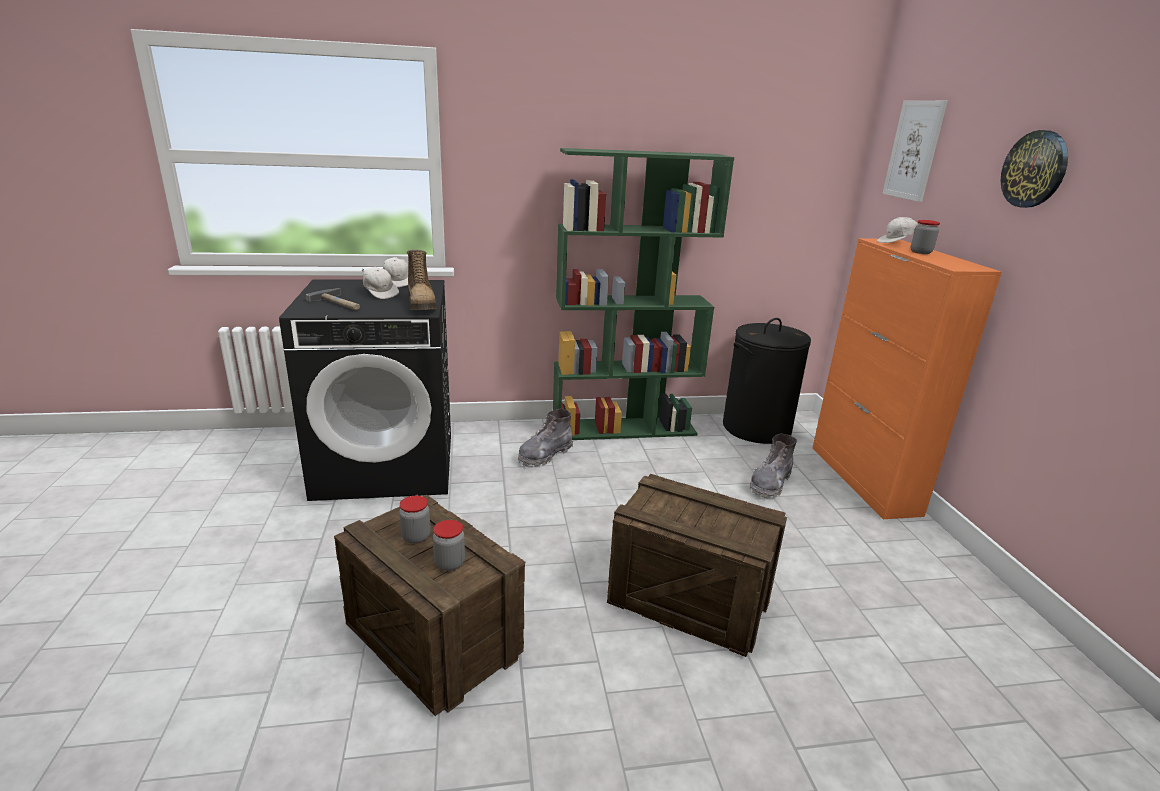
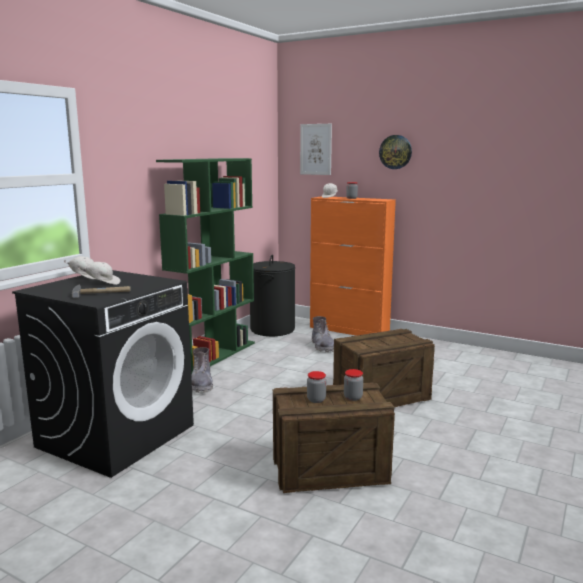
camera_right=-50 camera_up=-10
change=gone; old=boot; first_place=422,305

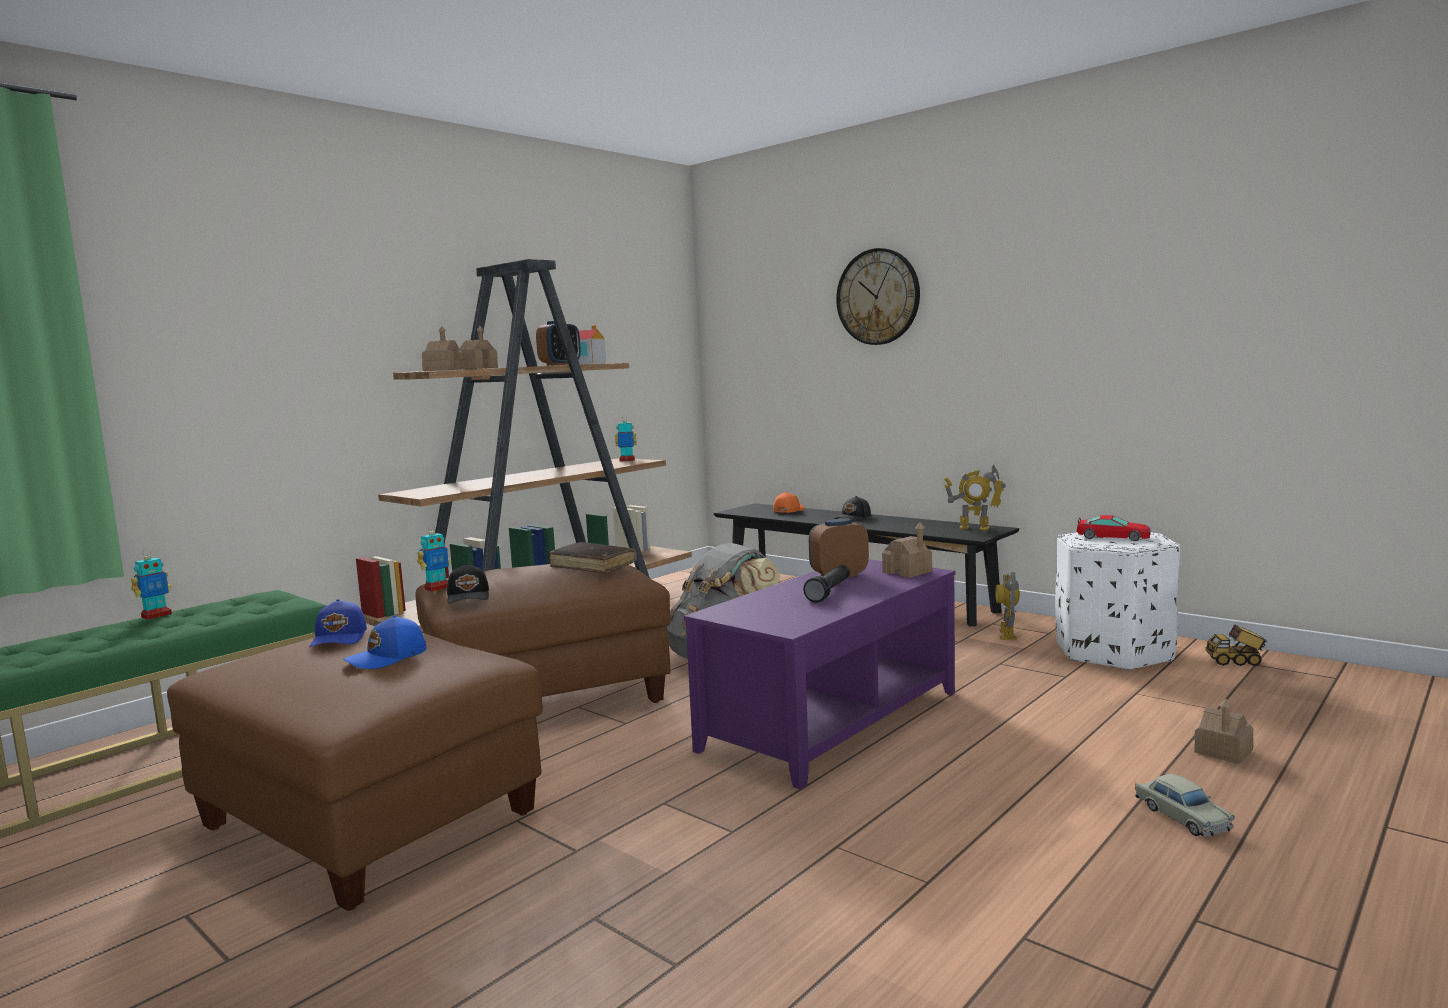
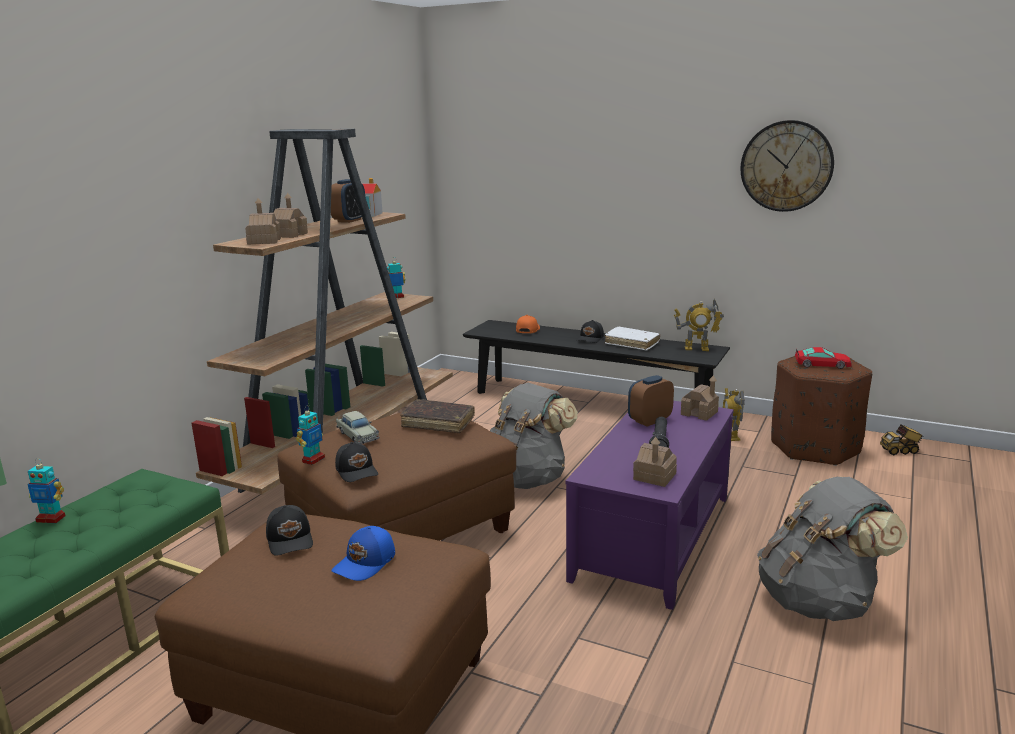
camera_right=-15 camera_up=10
change=shifted; old=wall clock; first_place=878,297; second_place=786,166
change=repainted; old=ottoman/white; new=ottoman/brown; first_place=1113,652; second_place=814,447
change=rotated; old=toy robot; first_place=156,615; second_place=51,518; degrees=75
change=repainted; old=cap/blue; new=cap/black; first_place=340,638; second_place=291,539
change=shifted; old=toy house; first_place=1223,751; second_place=654,477
change=shifted; old=toy car/beige; first_place=1182,816; second_place=357,435
change=new; new=book/white; second_place=632,343
change=new; new=backpack/grey; second_place=819,601

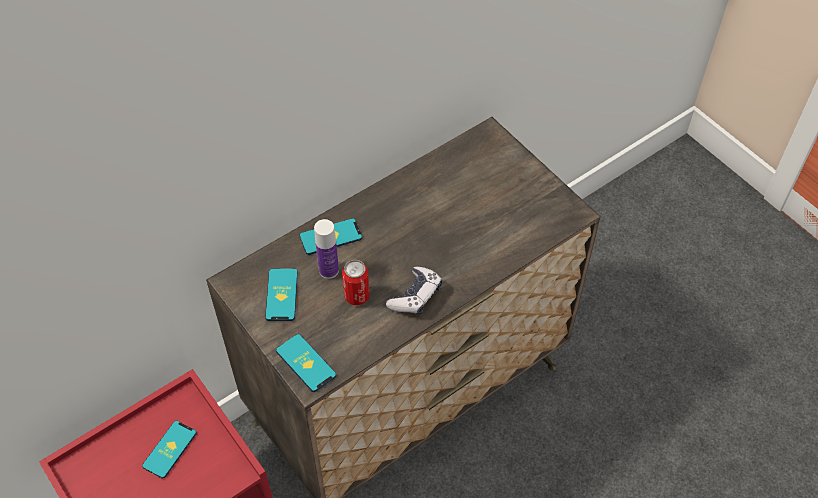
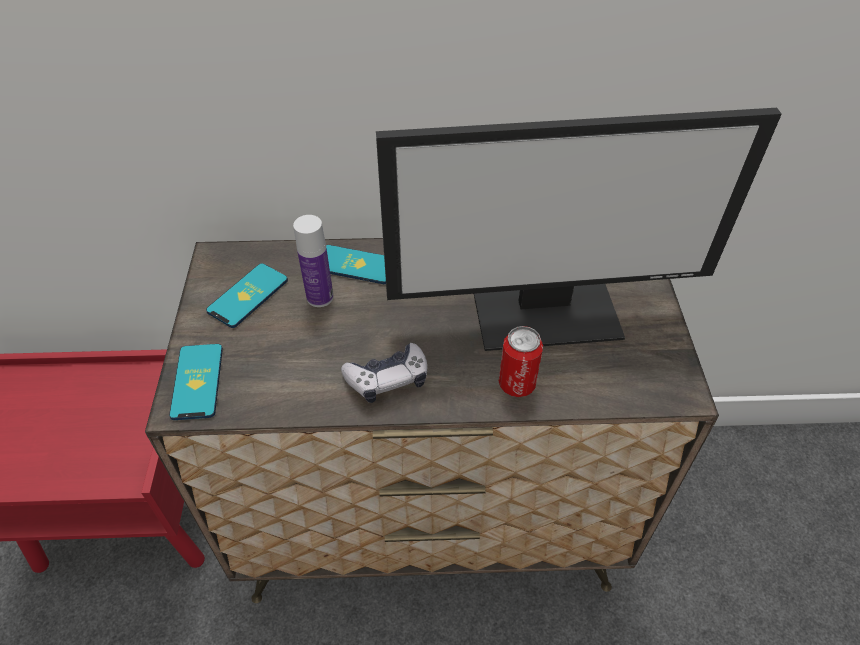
camera_right=35 camera_up=-5
change=shifted; old=can; first_place=356,296; second_place=516,384
change=gone; old=phone; first_place=170,449
change=new; new=monitor; second_place=547,310

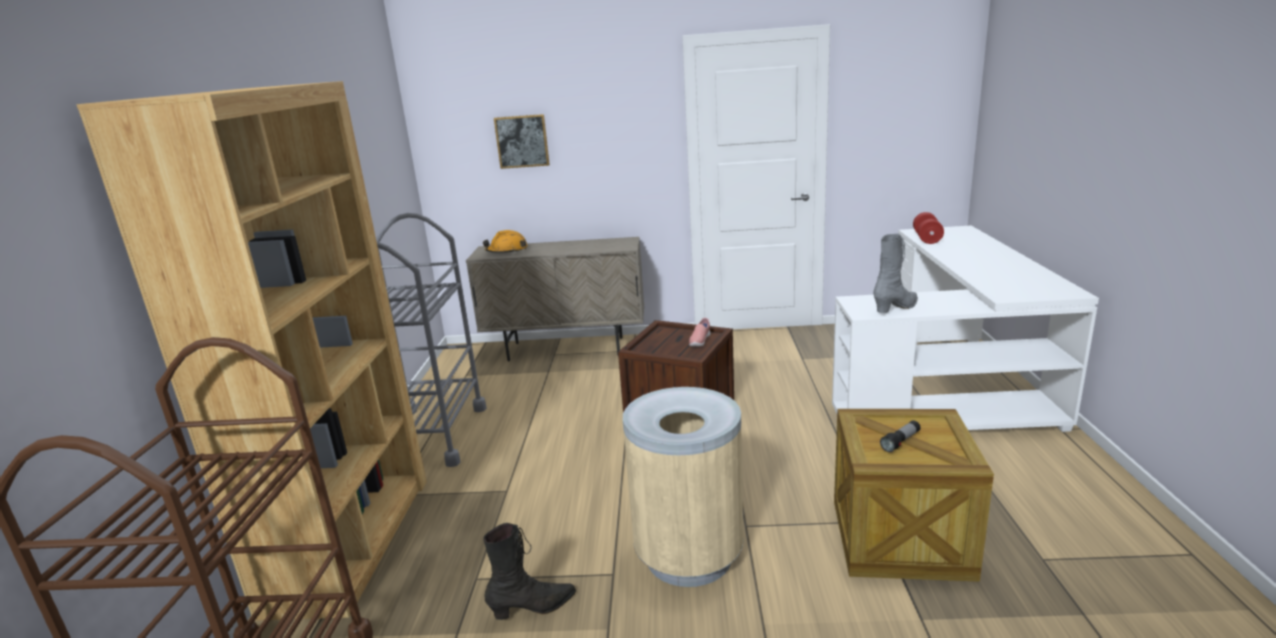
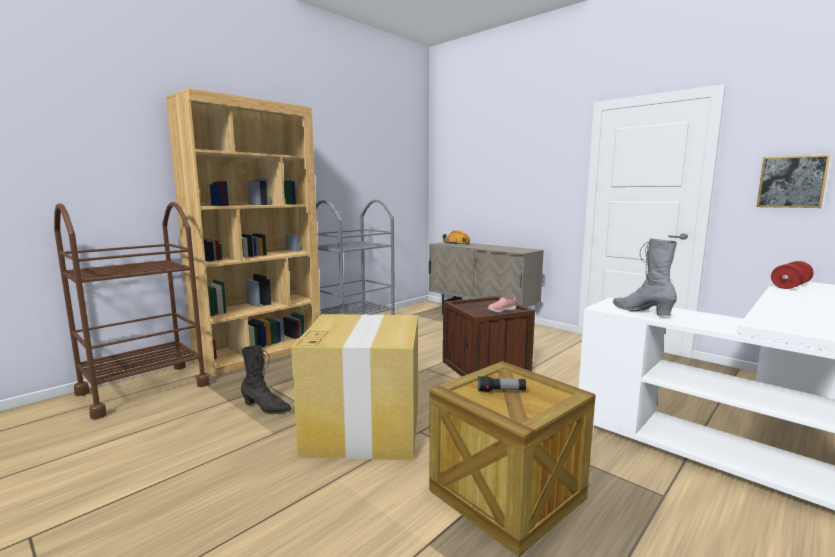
camera_right=40 camera_up=-10
change=shifted; old=picture; first_place=522,141; second_place=791,182
change=rotated; old=boot/grey; first_place=896,308; second_place=641,312; degrees=-120
change=swapped; old=trash can/beige; new=cardboard box; first_place=689,556; second_place=364,427

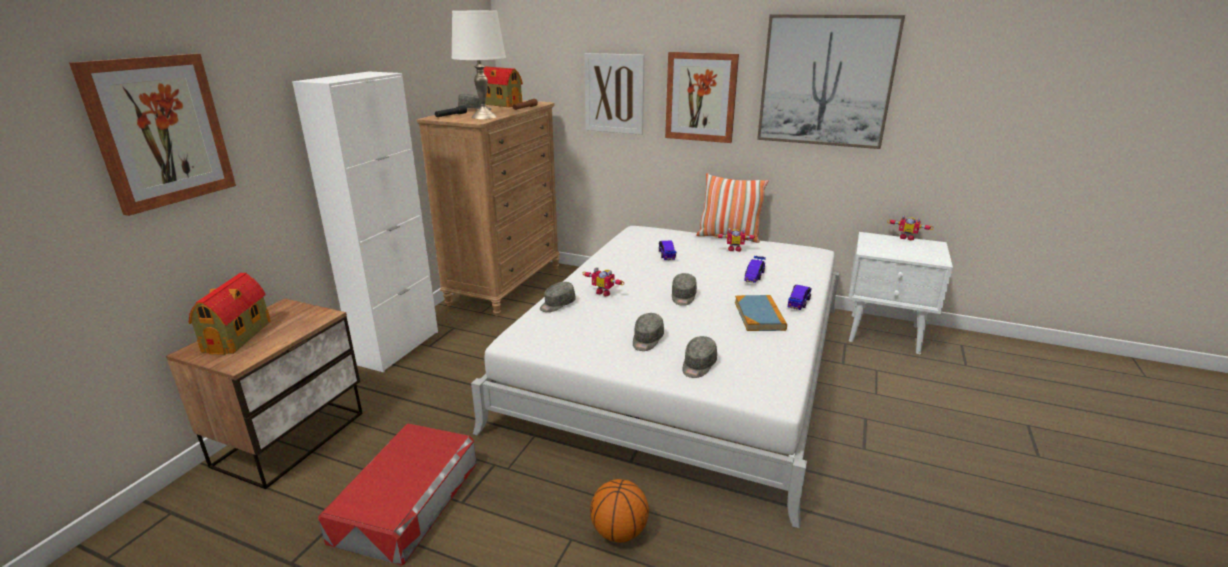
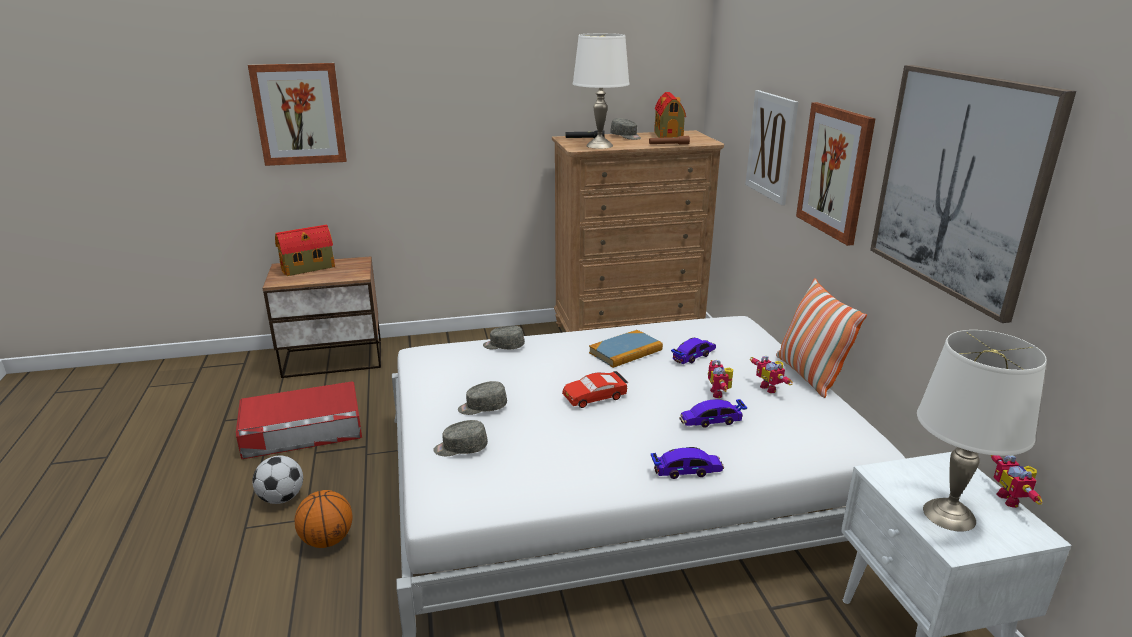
camera_right=55 camera_up=0
change=gone; old=cabinet/white; first_place=397,347
change=shifted; old=toy robot; first_place=604,292; second_place=719,393
change=swapped; old=cap/grey; new=toy car/red; first_place=683,297; second_place=595,396
change=shifted; old=book; first_place=759,315; second_place=625,351
change=new; new=table lamp/white; second_place=948,515
change=new; new=football; second_place=282,498

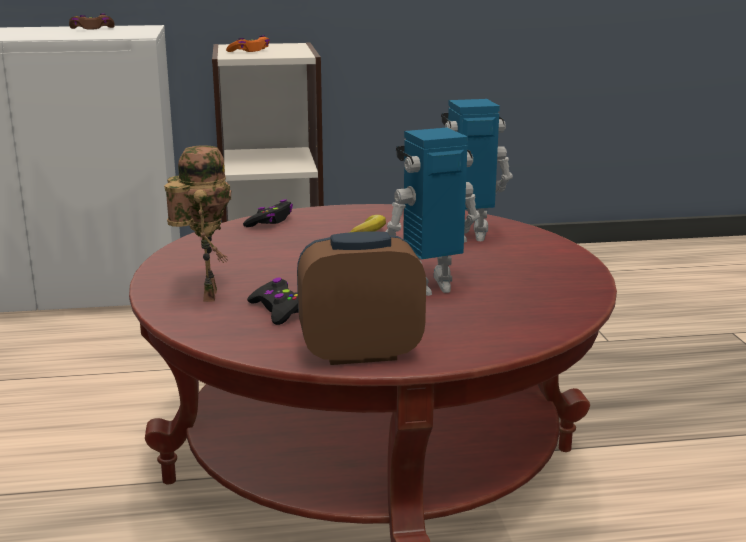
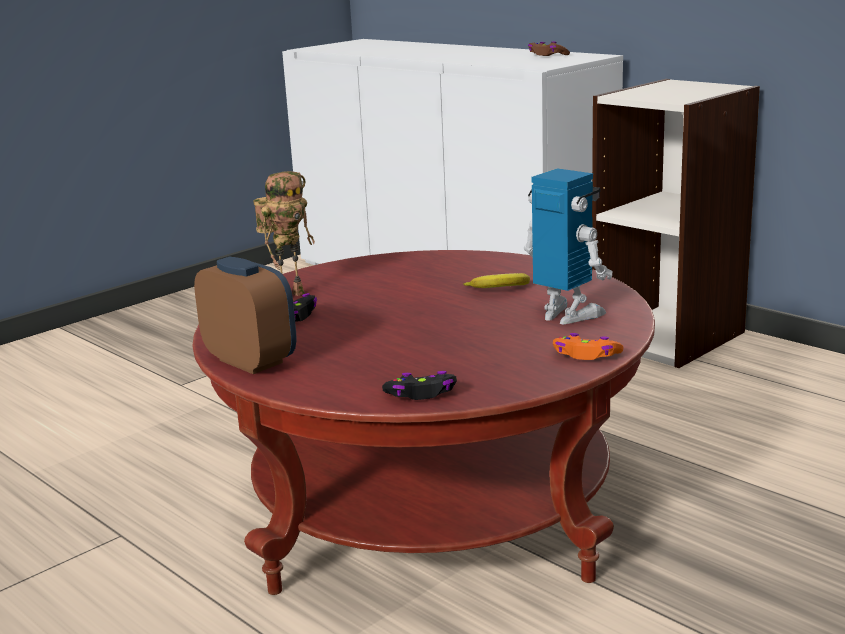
camera_right=55 camera_up=0
change=shifted; old=game controller/orange; first_place=250,51; second_place=586,355
change=gone; old=toy robot; first_place=428,285
change=shifted; old=game controller/black; first_place=270,221; second_place=421,394

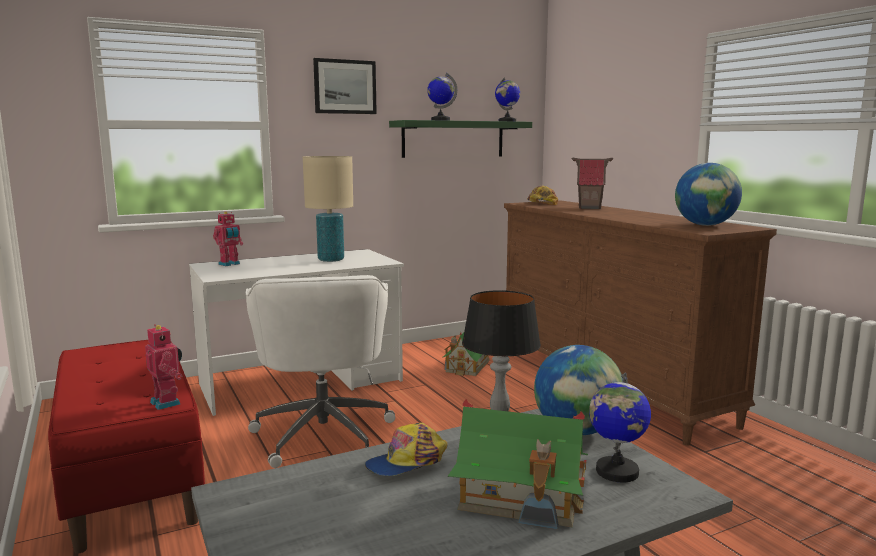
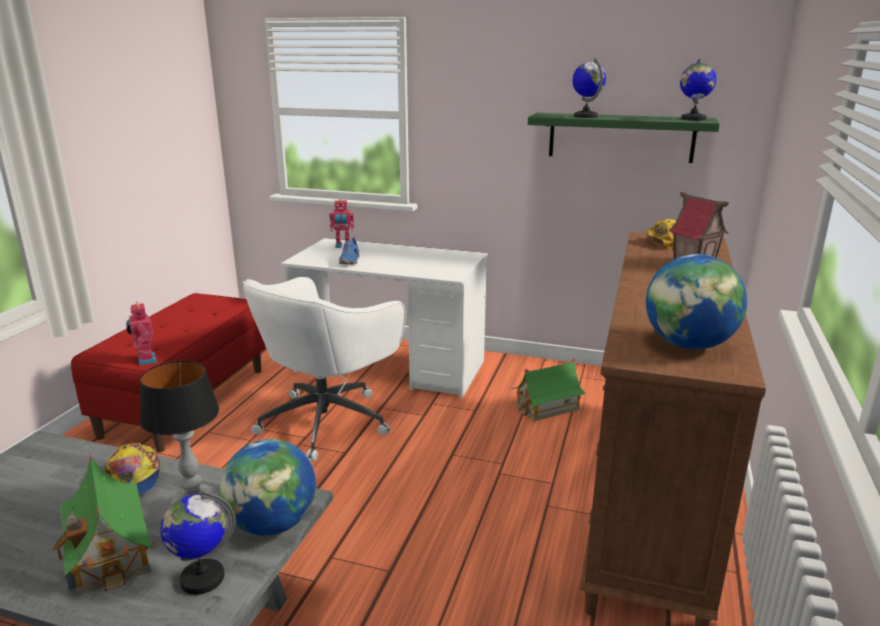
camera_right=45 camera_up=10
change=gone; old=picture; first_place=345,87
change=gone; old=table lamp/beige; first_place=330,260
change=rotated; old=toy robot; first_place=167,402; second_place=145,360; degrees=150
change=rotated; old=cap; first_place=407,463; second_place=133,479; degrees=-120
change=new; new=shoe/blue; second_place=350,261

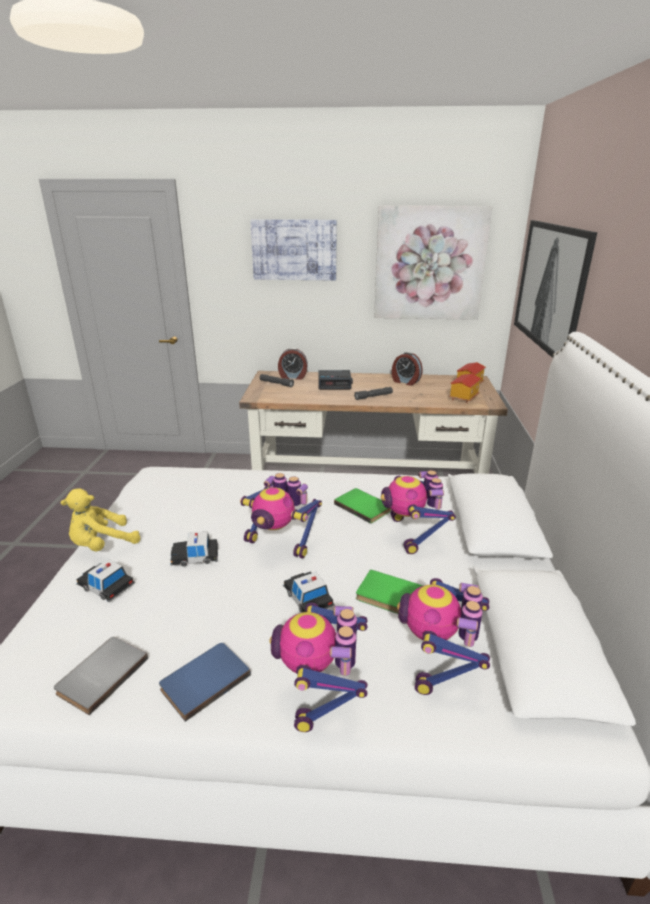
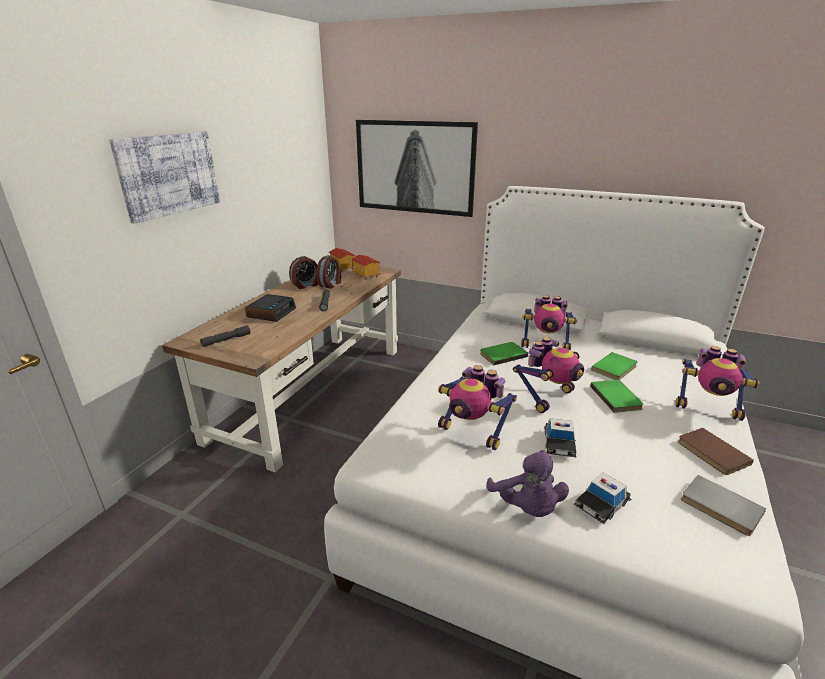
camera_right=-70 camera_up=0
change=gone; old=picture; first_place=429,264
change=shifted; old=alarm clock; first_place=293,377; second_place=330,284
change=repainted; old=plush toy/yellow; new=plush toy/purple; first_place=102,545; second_place=527,507
change=swapped; old=toy car; new=book/green; first_place=308,597; second_place=617,397
change=shifted; old=toy robot; first_place=439,662; second_place=472,432
change=repainted; old=book/blue; new=book/brown; first_place=203,680; second_place=711,453

